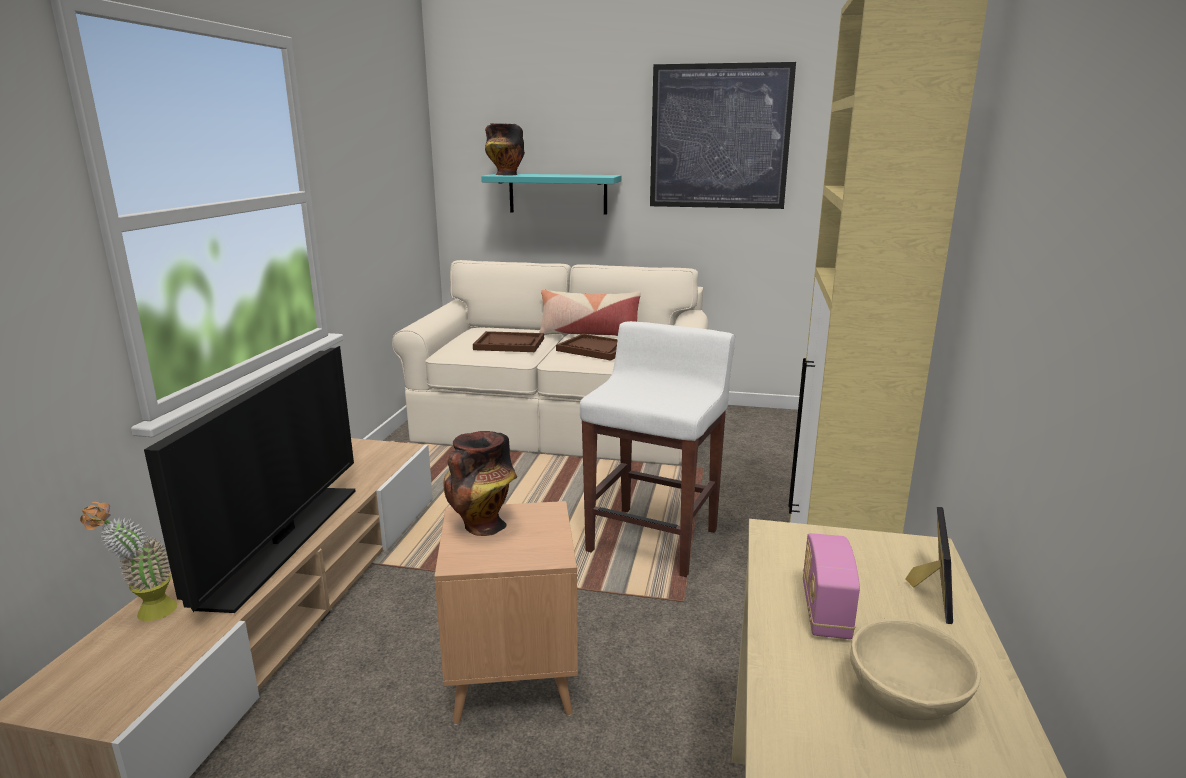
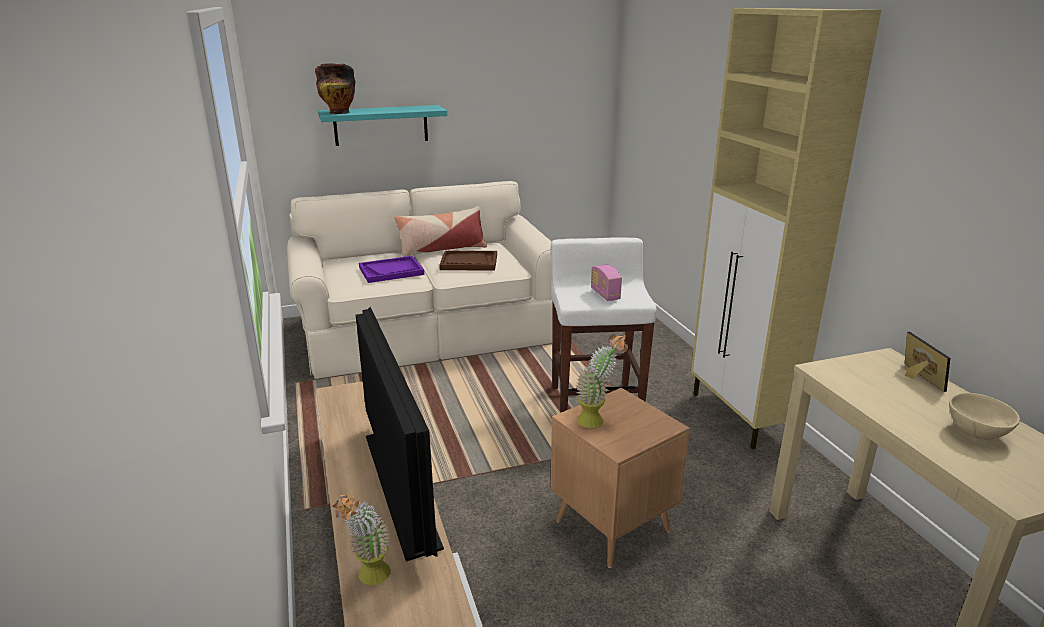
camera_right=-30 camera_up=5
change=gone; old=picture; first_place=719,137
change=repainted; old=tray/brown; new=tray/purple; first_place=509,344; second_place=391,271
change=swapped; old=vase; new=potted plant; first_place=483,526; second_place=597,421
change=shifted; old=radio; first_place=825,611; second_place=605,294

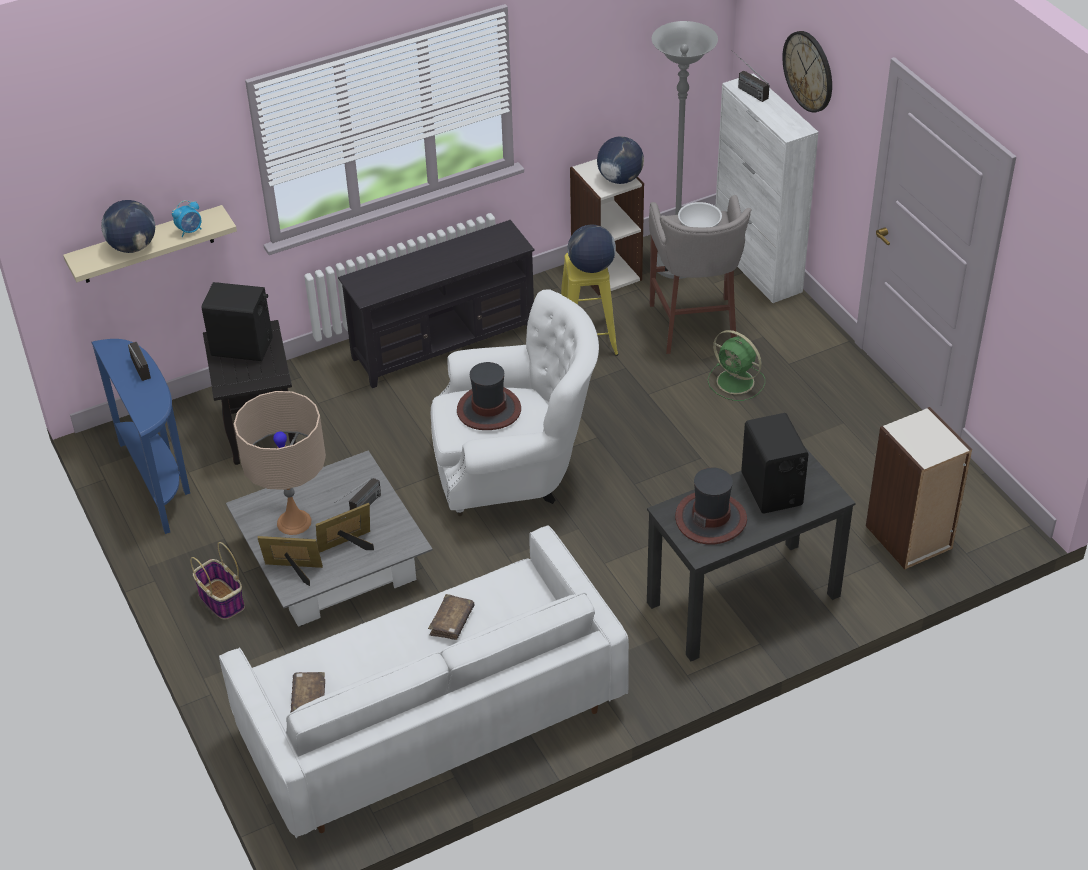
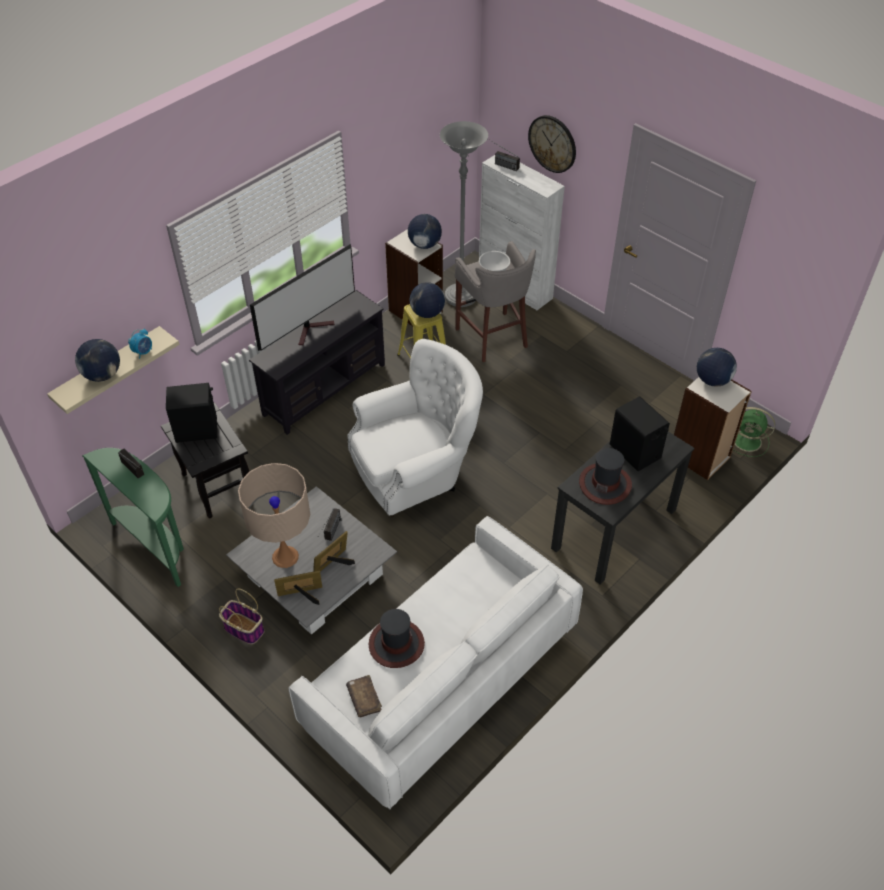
camera_right=-20 camera_up=5
change=shifted; old=fan/green; first_place=737,382; second_place=748,441
change=repainted; old=console table/blue; new=console table/green; first_place=159,481; second_place=155,545
change=shifted; old=hat; first_place=488,410; second_place=396,644
change=gone; old=book/brown; first_place=452,622
change=new; new=television; second_place=312,329
change=new; new=globe; second_place=712,380

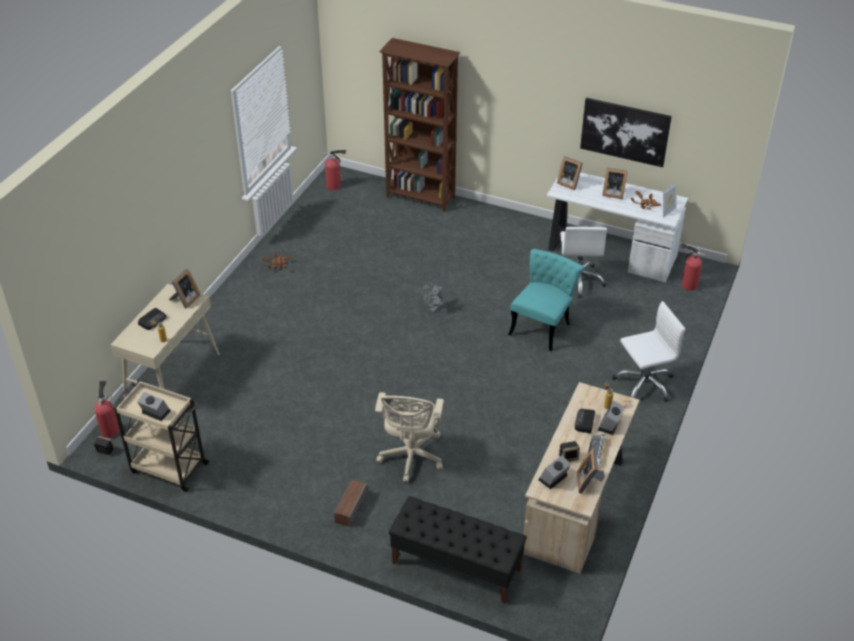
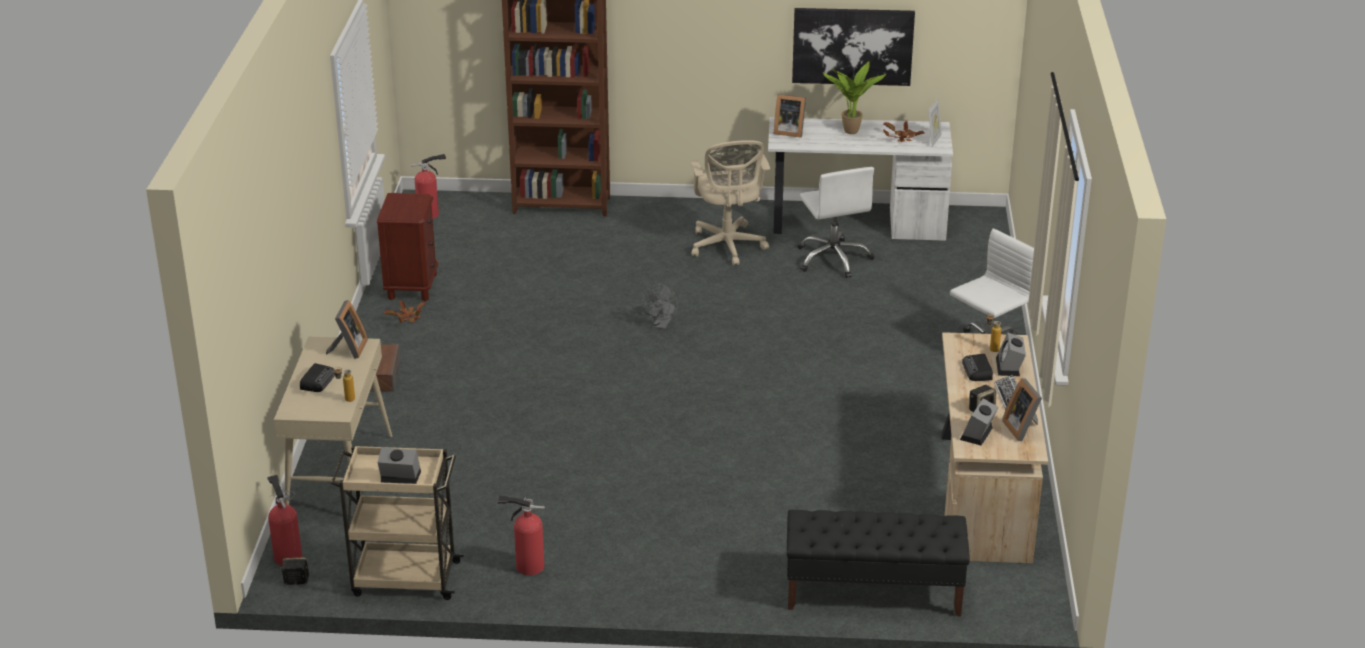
camera_right=-20 camera_up=-10
change=swapped; old=picture frame; new=potted plant; first_place=613,193; second_place=852,133
change=shifted; old=fire extinguisher; first_place=687,285; second_place=526,566
change=gone; old=chair/turquoise; first_place=543,325
change=shifted; old=office chair/beige; first_place=411,458; second_place=727,247
change=shifted; old=speaker; first_place=351,508; second_place=386,376
change=new; new=nightstand/brown; second_place=412,286

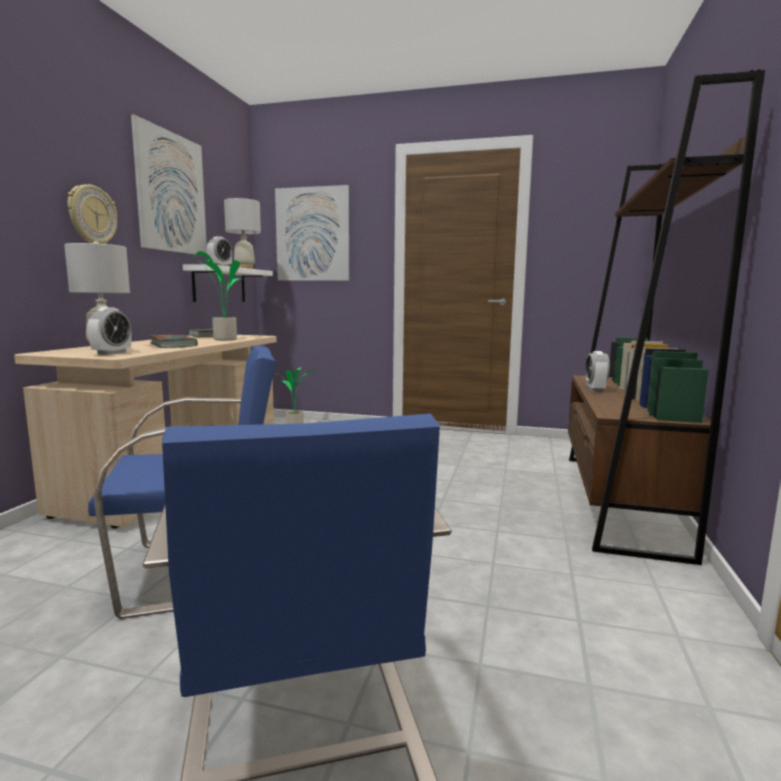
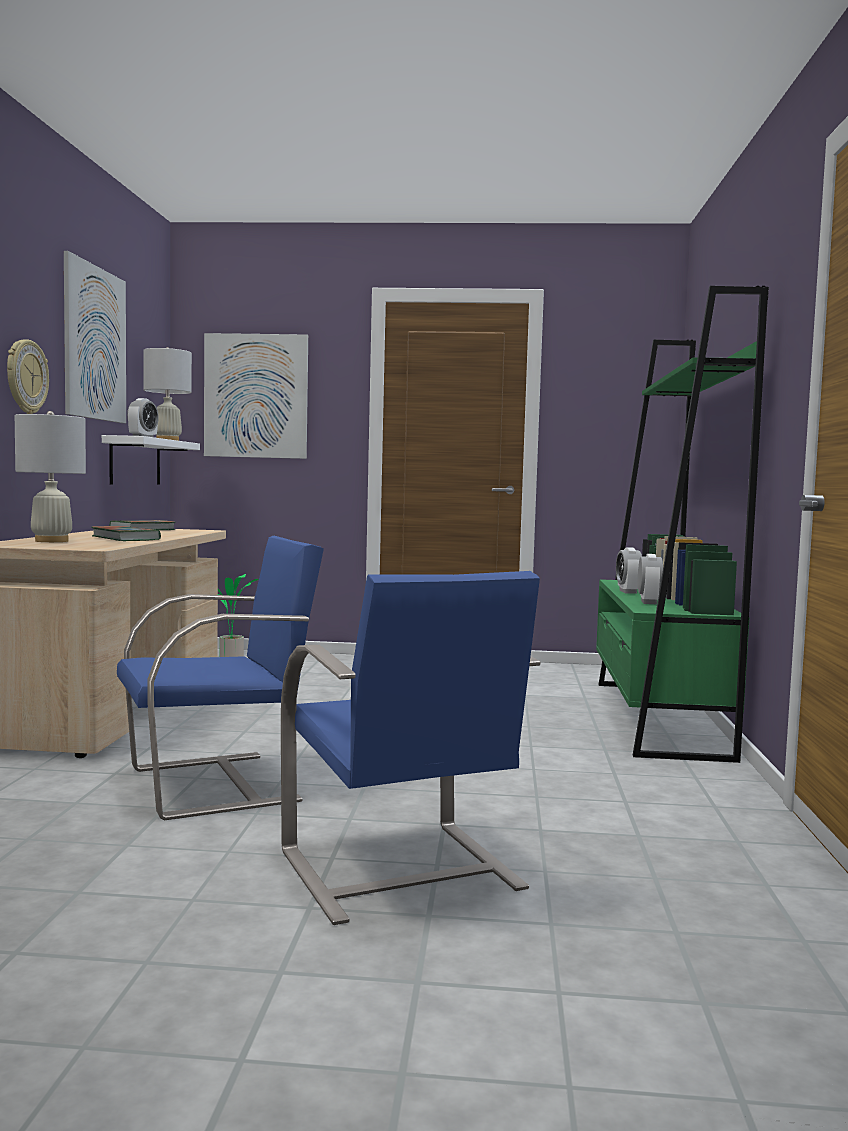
camera_right=-10 camera_up=-5
change=repainted; old=bookcase/brown; new=bookcase/green; first_place=618,500; second_place=657,718
change=gone; old=potted plant; first_place=223,339
change=shifted; old=alarm clock; first_place=112,353; second_place=648,602

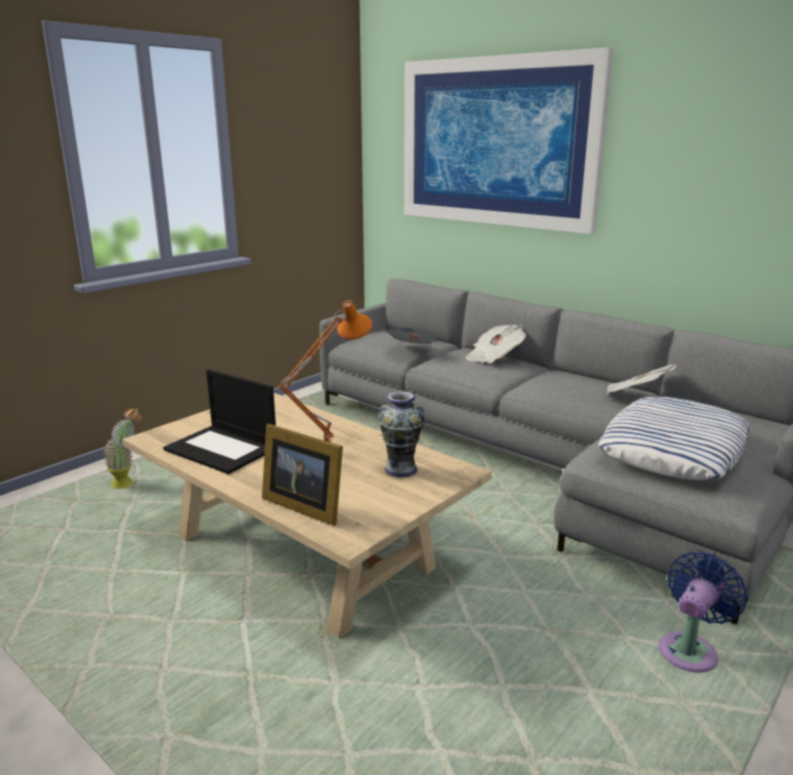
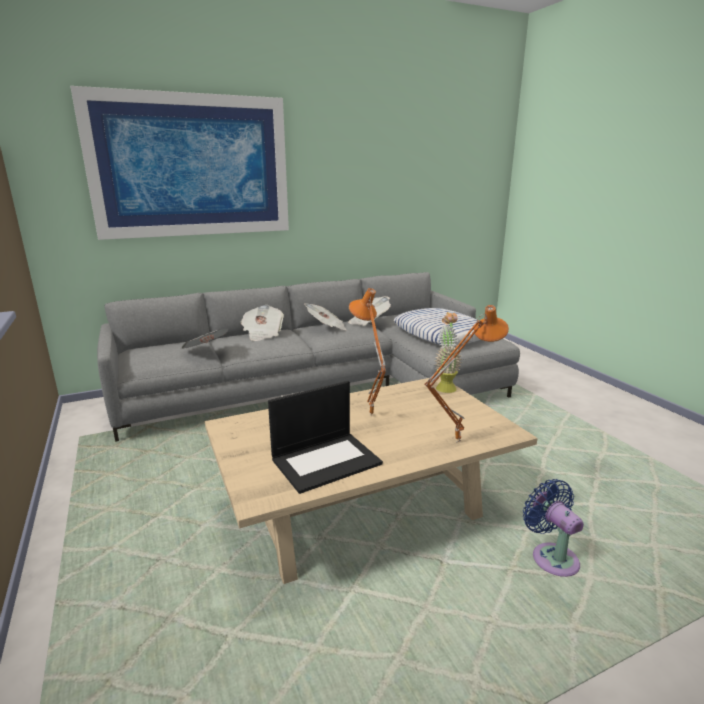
camera_right=-65 camera_up=0
change=gone; old=vase; first_place=401,469
change=shifted; old=potted plant; first_place=128,484; second_place=445,386
change=swapped; old=picture frame; new=table lamp/orange; first_place=303,505; second_place=456,440
change=shifted; old=fan/blue; first_place=690,650; second_place=551,557
change=new; new=newspaper; second_place=326,327

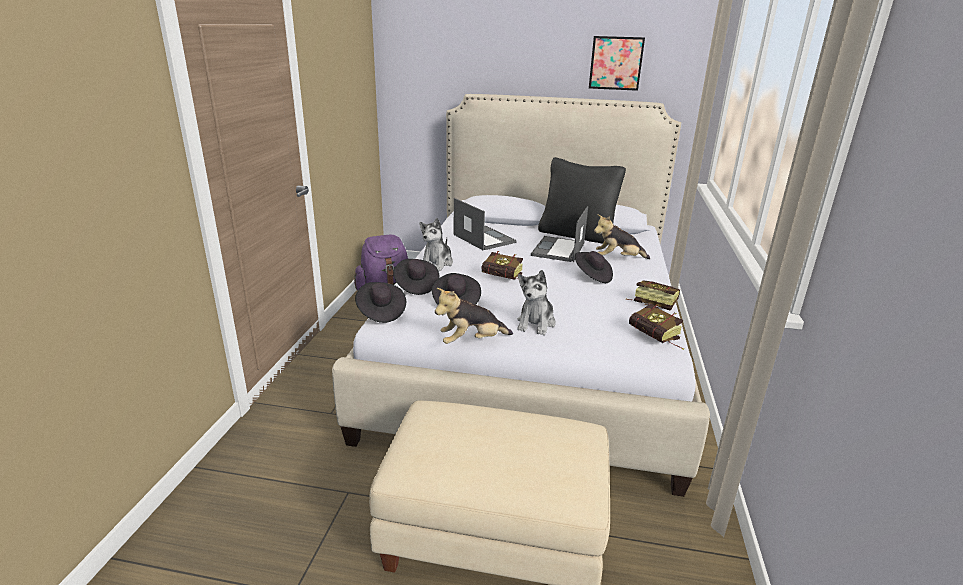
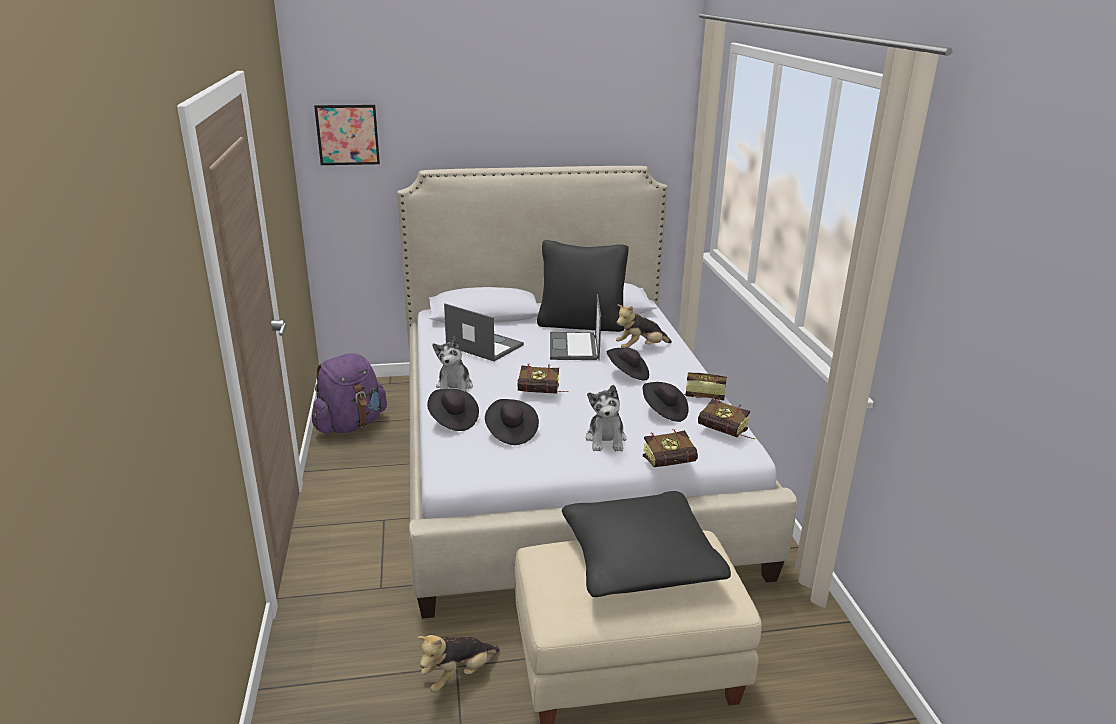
camera_right=-20 camera_up=0
change=shifted; old=picture; first_place=616,63; second_place=347,135
change=shifted; old=hat/black; first_place=380,312; second_place=664,412
change=shifted; old=plush toy; first_place=471,342; second_place=458,675
change=new; new=book; second_place=674,463
change=new; new=pillow/black; second_place=640,561

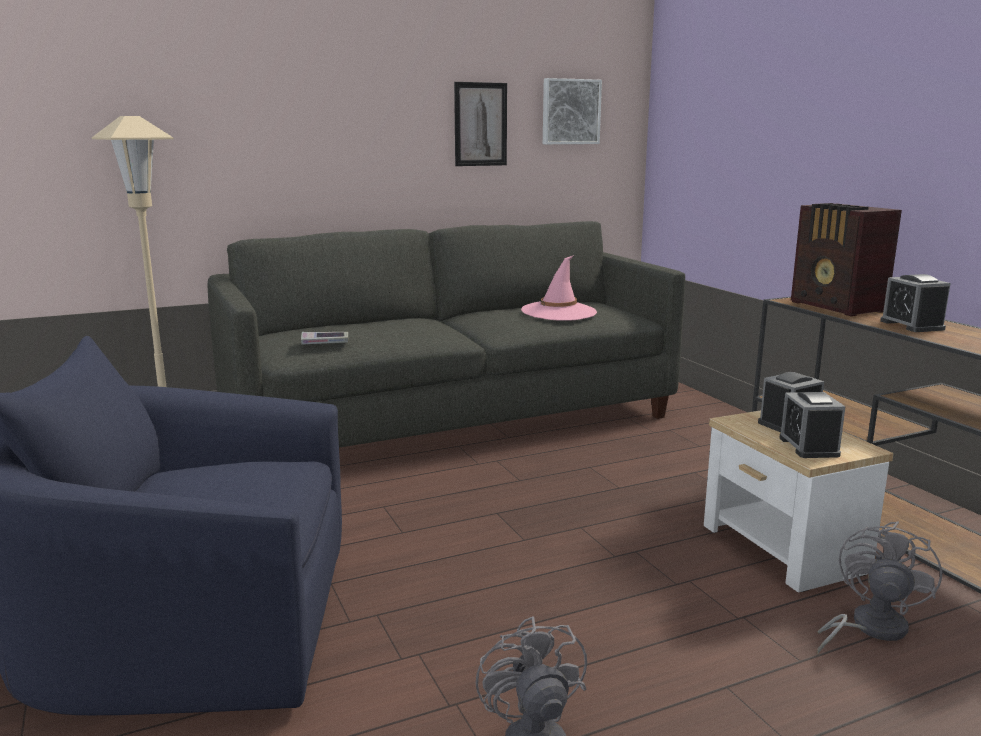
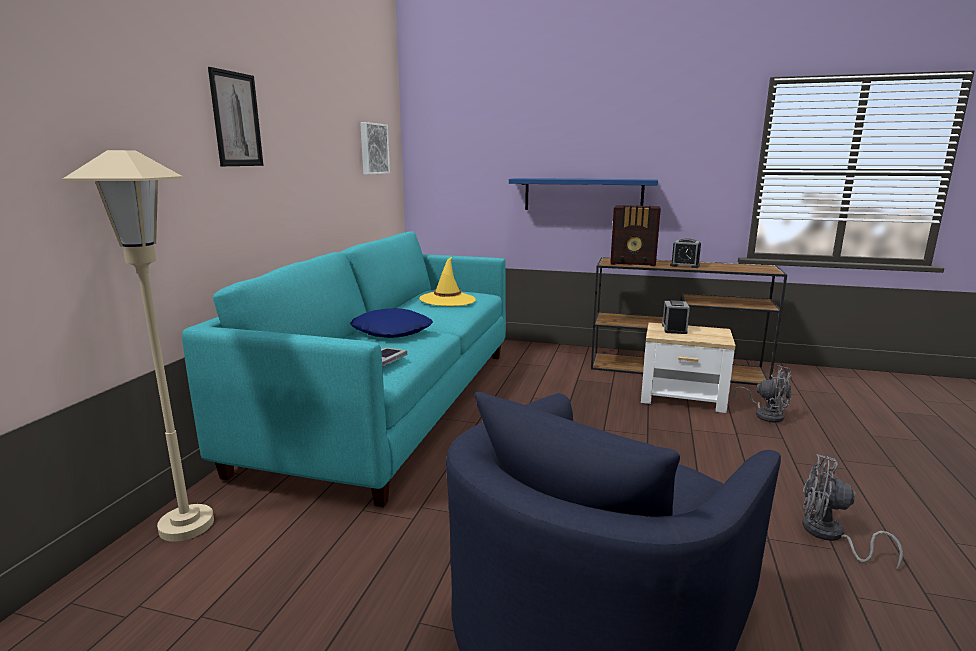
camera_right=-50 camera_up=0
change=shifted; old=picture; first_place=480,124; second_place=236,119
change=repainted; old=sofa/grey; new=sofa/turquoise; first_place=452,419; second_place=392,404
change=repainted; old=hat/pink; new=hat/yellow; first_place=558,312; second_place=447,300
change=gone; old=alarm clock; first_place=809,446
change=rotated; old=fan/grey; first_place=869,628; second_place=766,414; degrees=150
change=new; new=shelf/blue; second_place=583,194
change=new; new=pillow/blue; second_place=392,331

